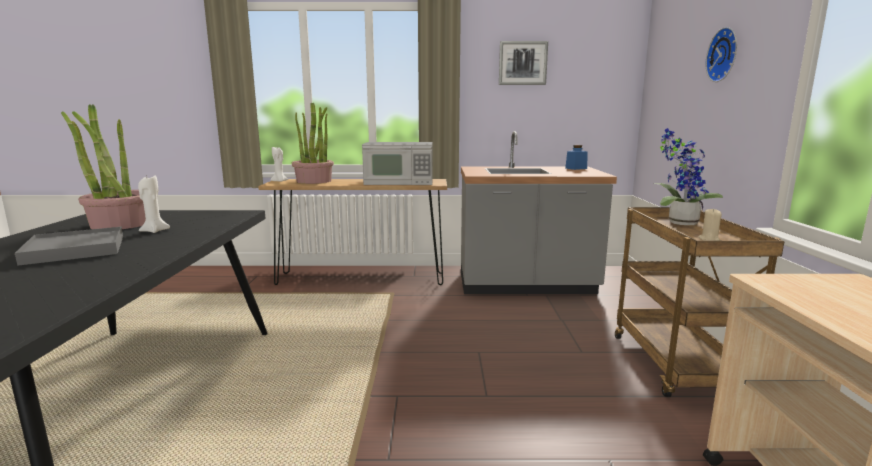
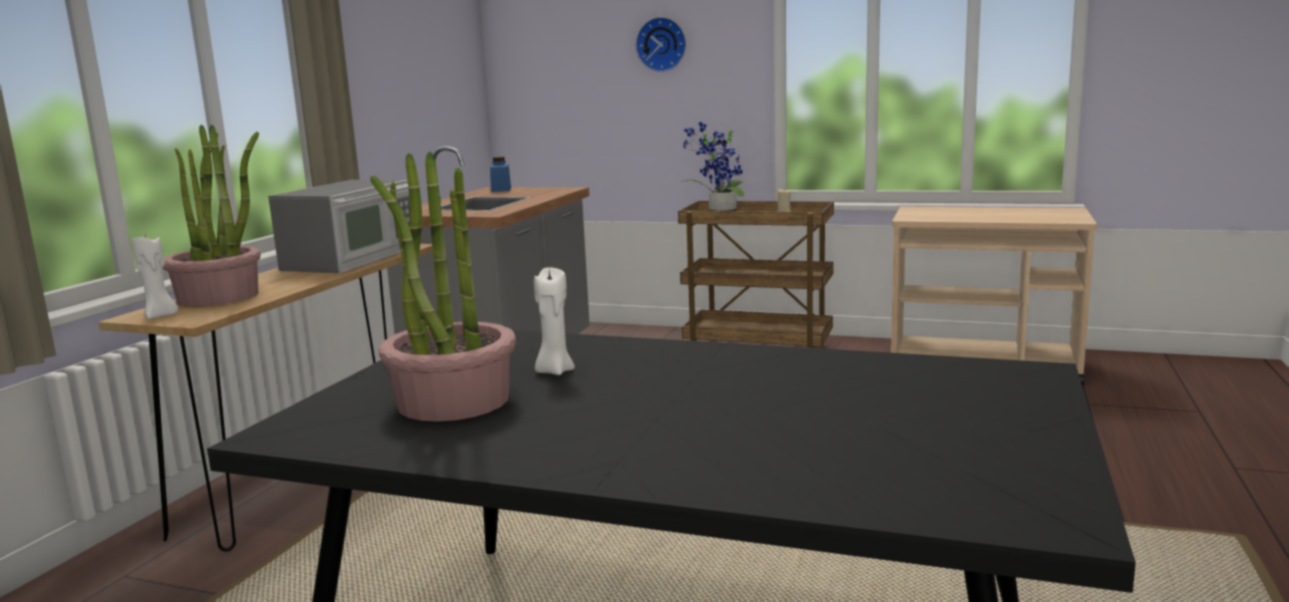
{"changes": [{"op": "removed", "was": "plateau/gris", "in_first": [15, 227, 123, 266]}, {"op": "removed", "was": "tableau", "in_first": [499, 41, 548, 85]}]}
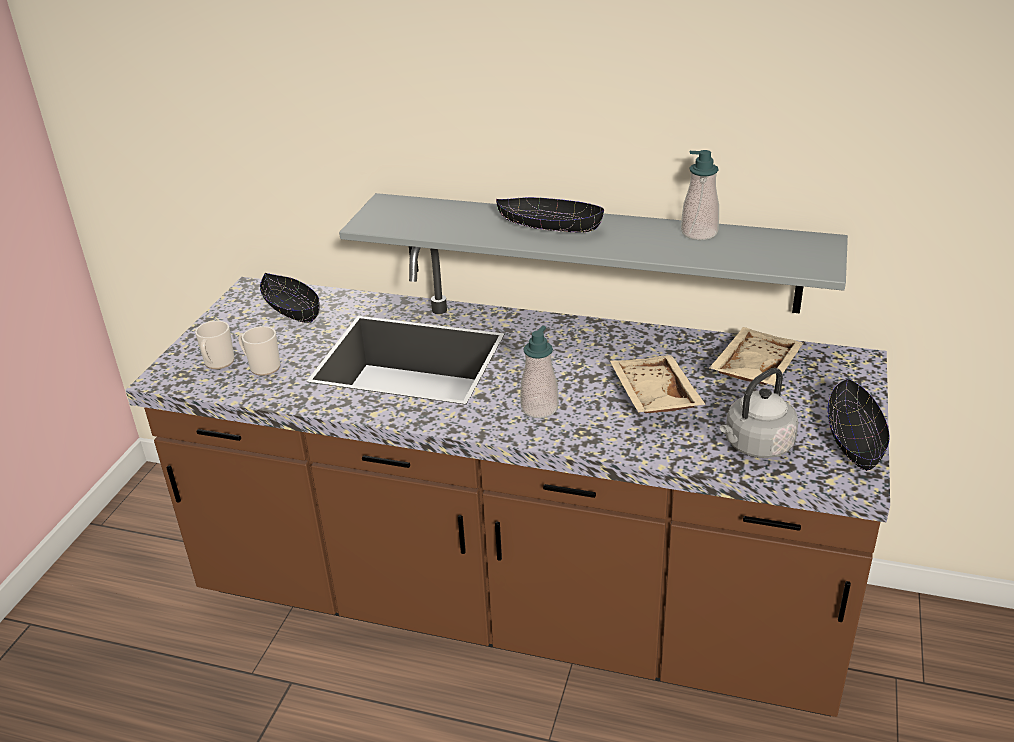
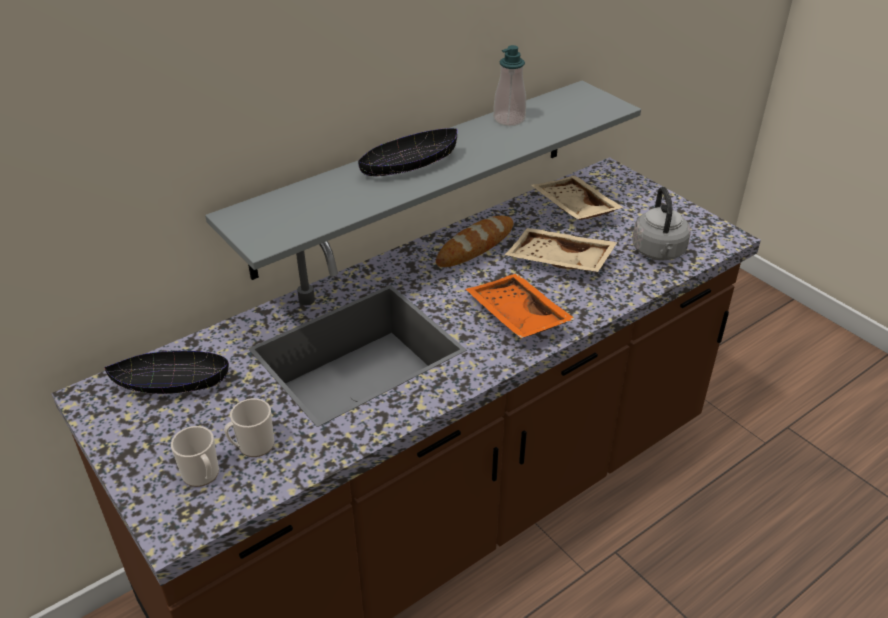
{"changes": [{"op": "removed", "was": "bol/noir", "in_first": [828, 378, 890, 471]}, {"op": "added", "now": "pain", "in_second": [436, 216, 513, 267]}, {"op": "replaced", "was": "distributeur de savon", "now": "plateau/orange", "in_first": [520, 326, 559, 418], "in_second": [466, 273, 575, 338]}]}
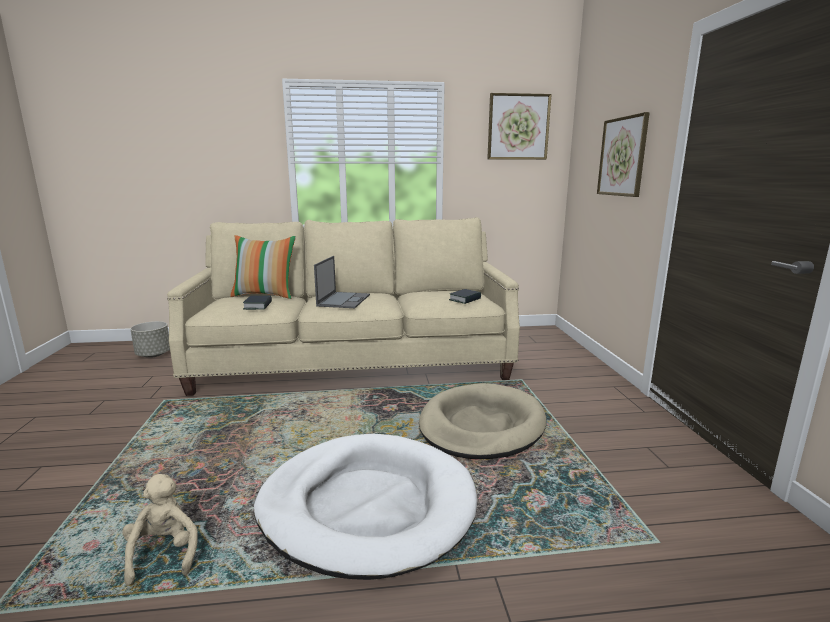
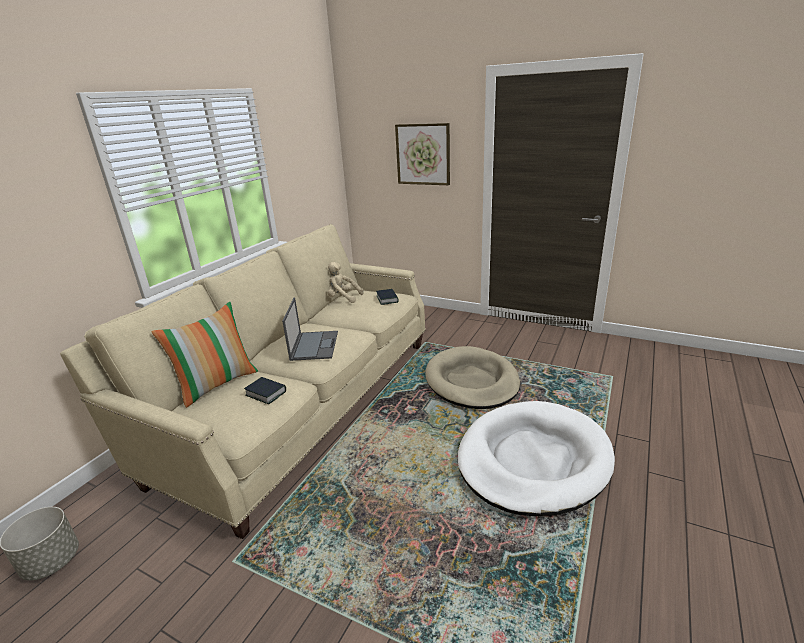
{"changes": [{"op": "removed", "was": "tableau", "in_first": [487, 93, 552, 160]}, {"op": "moved", "was": "peluche/beige", "in_first": [122, 474, 198, 586], "in_second": [327, 262, 364, 303]}, {"op": "turned", "was": "ordinateur portable", "in_first": [314, 256, 370, 308], "in_second": [282, 297, 338, 361], "clockwise": 45}]}
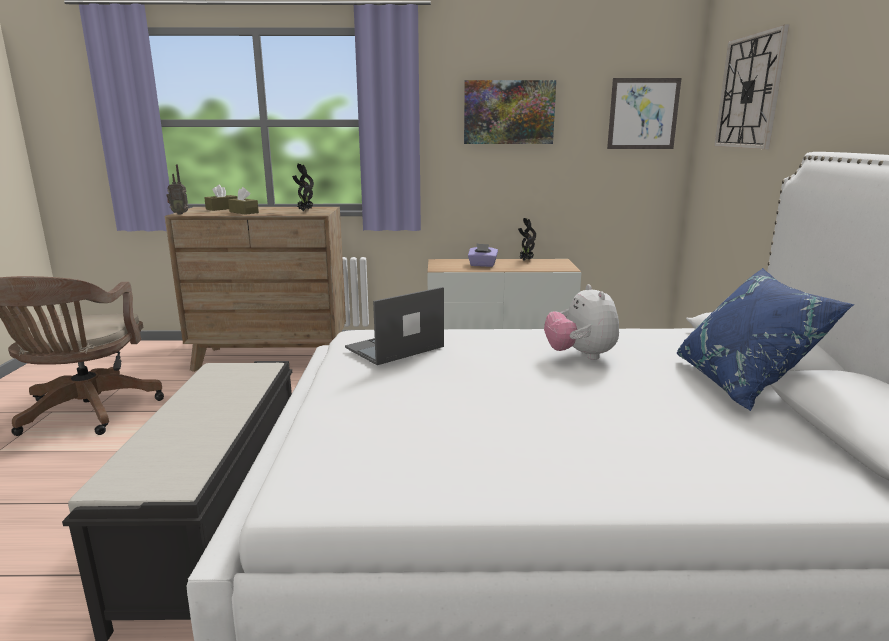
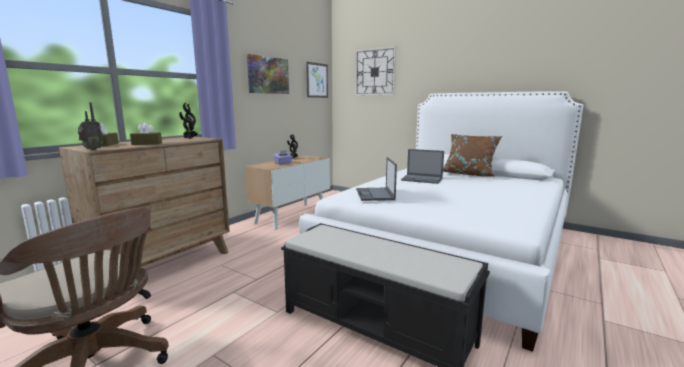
{"changes": [{"op": "replaced", "was": "peluche", "now": "ordinateur portable", "in_first": [544, 284, 619, 360], "in_second": [401, 149, 444, 184]}, {"op": "recoloured", "was": "coussin/bleu", "now": "coussin/marron", "in_first": [677, 268, 855, 411], "in_second": [443, 134, 502, 177]}]}
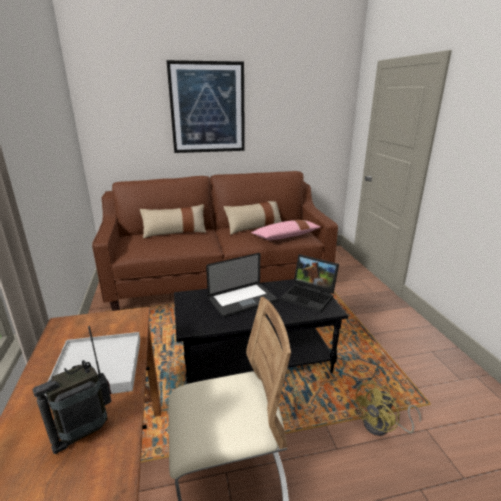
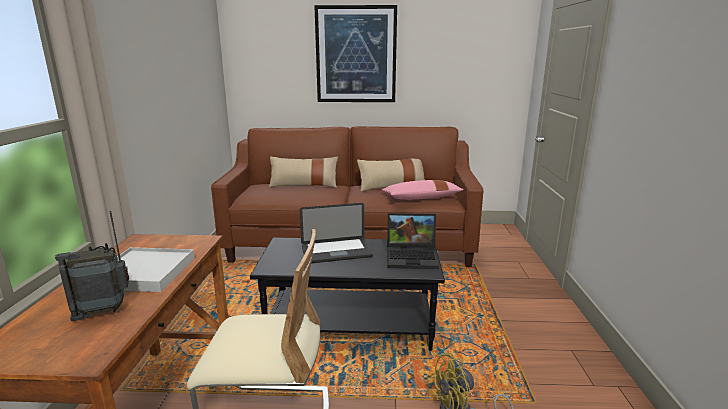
{"changes": [{"op": "turned", "was": "ordinateur portable", "in_first": [281, 254, 339, 313], "in_second": [387, 213, 439, 269], "clockwise": -45}]}
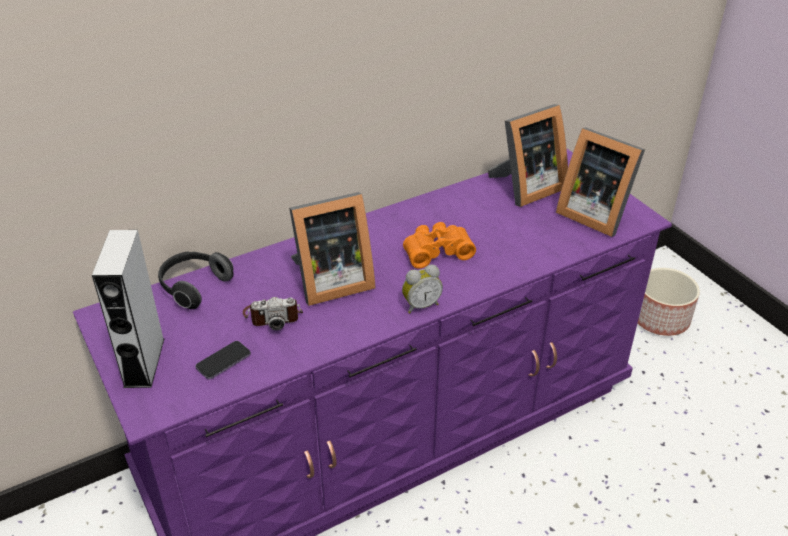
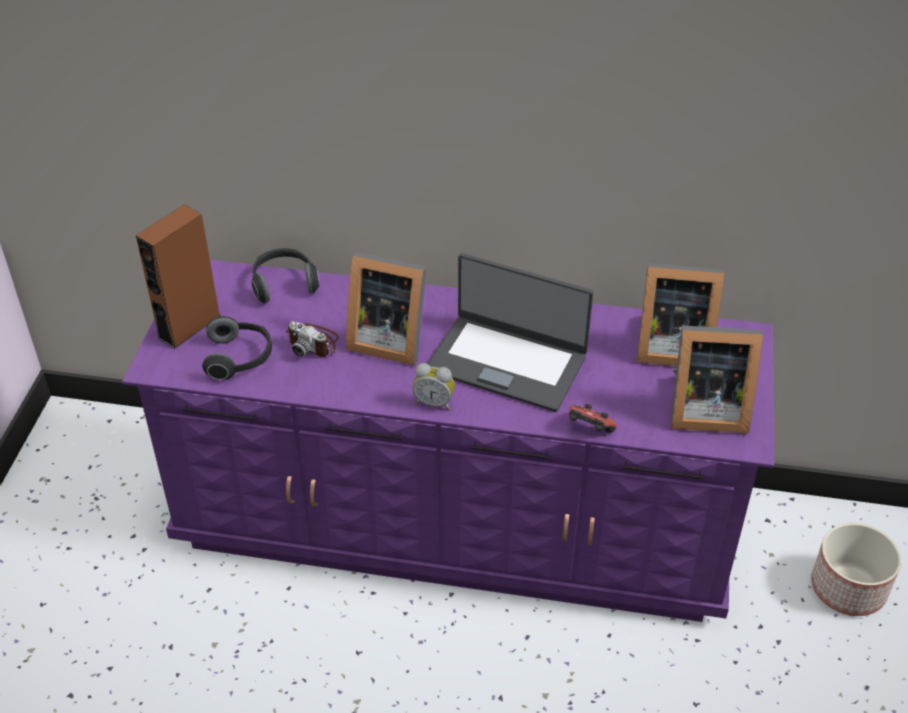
{"changes": [{"op": "added", "now": "manette", "in_second": [569, 404, 616, 433]}, {"op": "replaced", "was": "téléphone", "now": "casque audio", "in_first": [195, 341, 251, 380], "in_second": [202, 316, 272, 380]}, {"op": "replaced", "was": "jumelles/orange", "now": "ordinateur portable", "in_first": [403, 222, 476, 269], "in_second": [427, 253, 594, 412]}, {"op": "recoloured", "was": "enceinte/gris", "now": "enceinte/marron", "in_first": [92, 230, 165, 388], "in_second": [136, 204, 221, 349]}, {"op": "turned", "was": "cadre photo", "in_first": [556, 127, 645, 237], "in_second": [670, 326, 763, 433], "clockwise": -75}]}
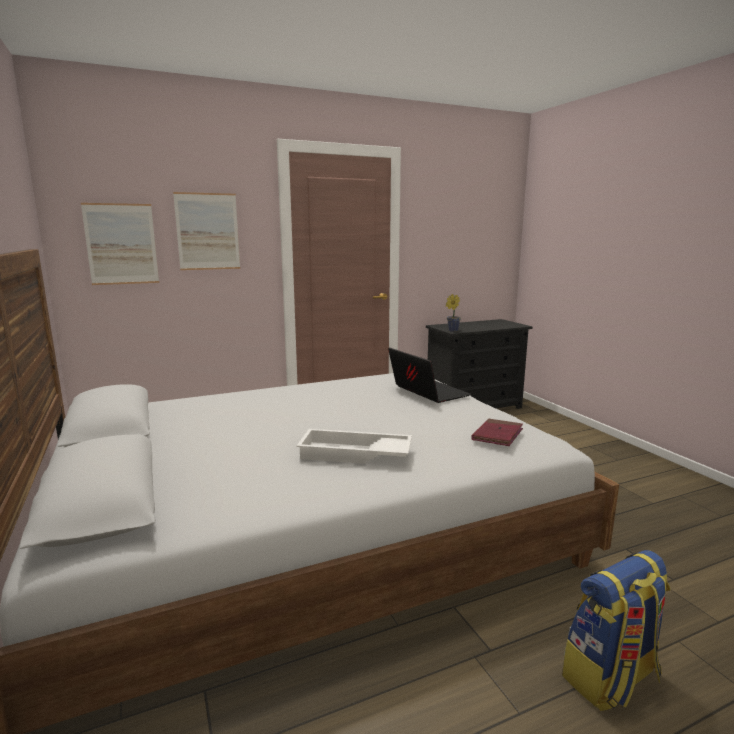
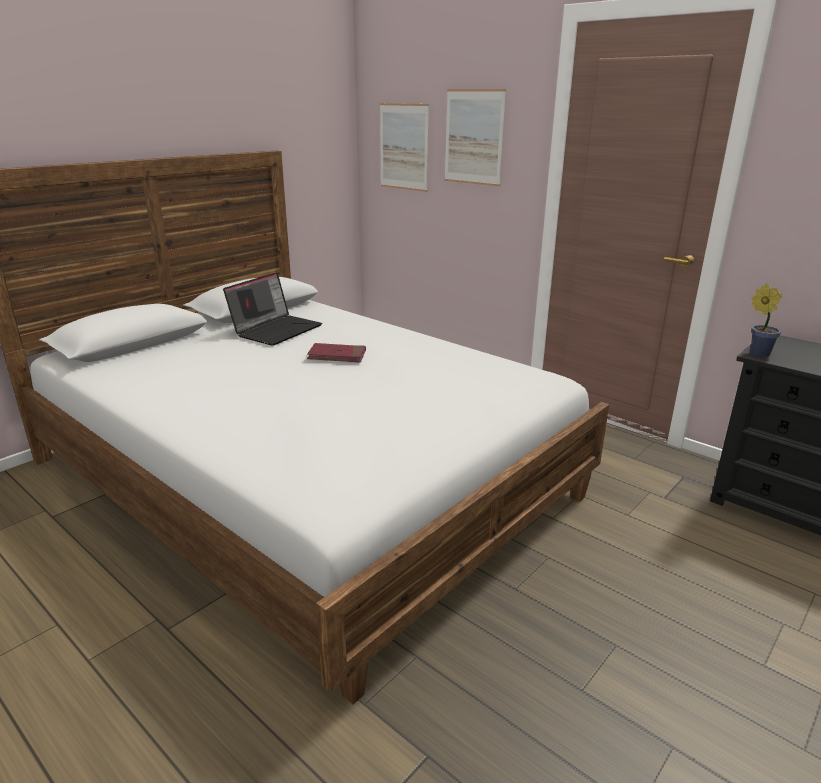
{"changes": [{"op": "removed", "was": "plateau/blanc", "in_first": [297, 429, 412, 464]}, {"op": "removed", "was": "sac à dos", "in_first": [562, 550, 670, 711]}, {"op": "moved", "was": "ordinateur portable", "in_first": [388, 347, 470, 403], "in_second": [223, 272, 322, 346]}, {"op": "moved", "was": "livre/rouge", "in_first": [471, 419, 523, 446], "in_second": [307, 343, 366, 363]}]}
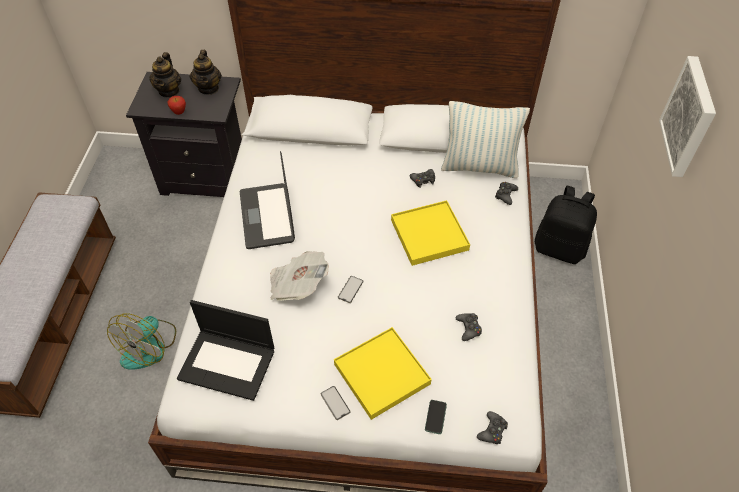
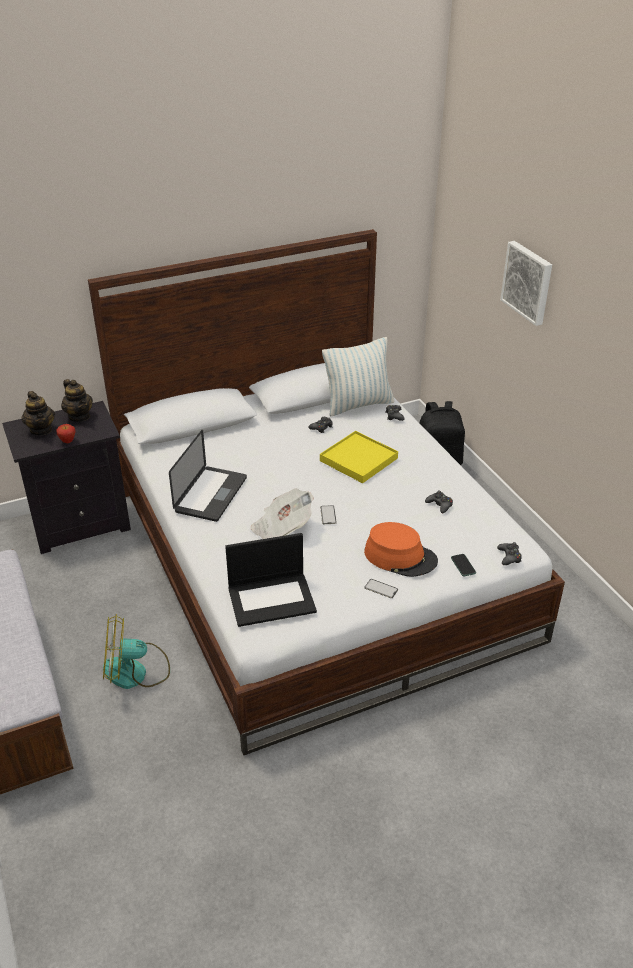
{"changes": [{"op": "replaced", "was": "plateau/jaune", "now": "chapeau/orange", "in_first": [334, 327, 432, 420], "in_second": [364, 522, 438, 577]}, {"op": "turned", "was": "ventilateur", "in_first": [107, 313, 176, 370], "in_second": [103, 614, 170, 689], "clockwise": 90}, {"op": "turned", "was": "ordinateur portable", "in_first": [240, 151, 295, 249], "in_second": [169, 430, 247, 522], "clockwise": -120}]}
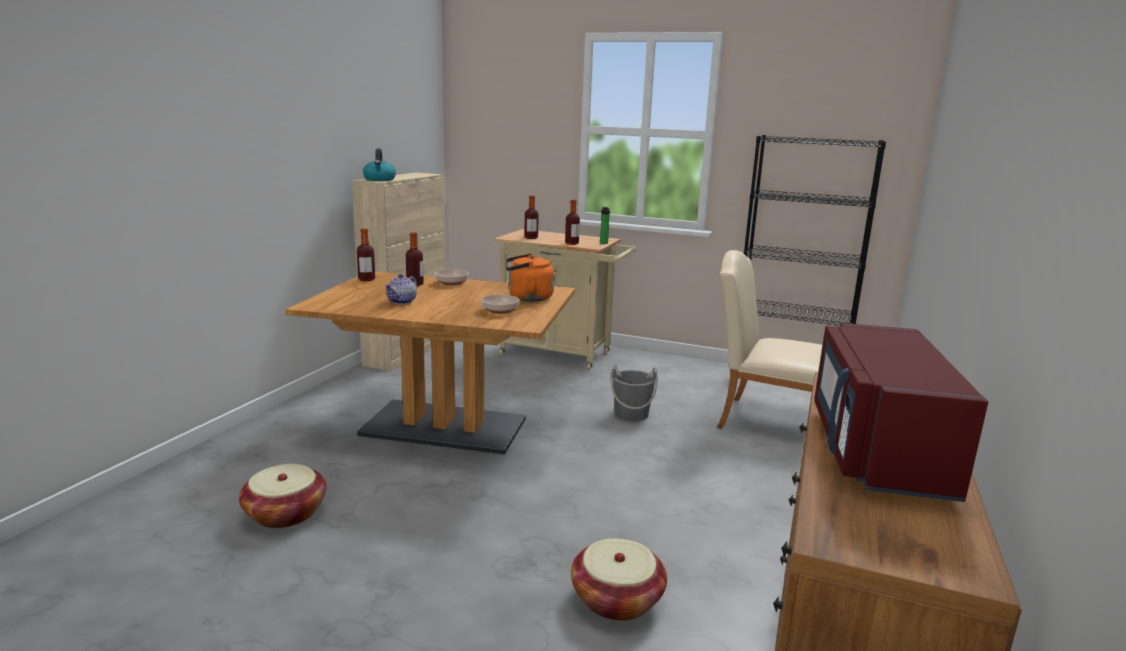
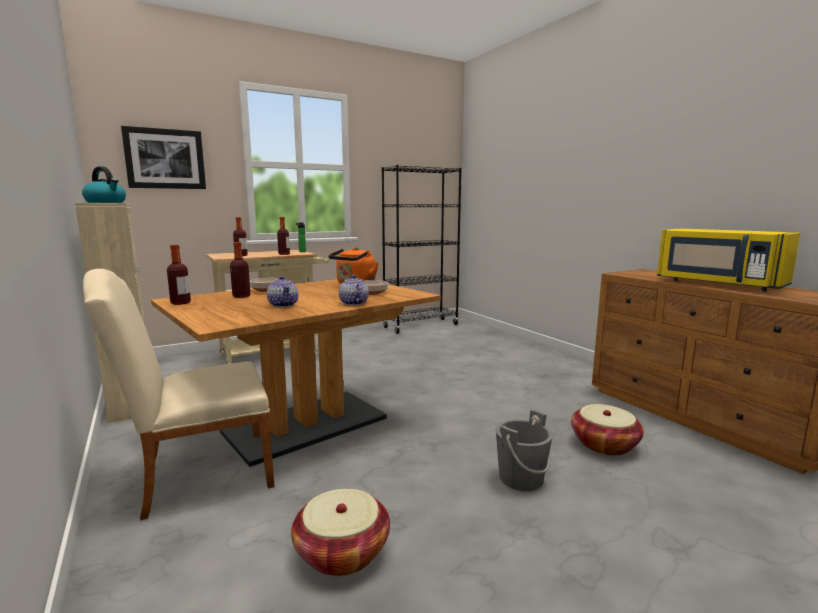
{"changes": [{"op": "added", "now": "tableau", "in_second": [121, 126, 206, 189]}, {"op": "added", "now": "théière", "in_second": [339, 275, 369, 305]}, {"op": "moved", "was": "seau/gris", "in_first": [610, 365, 658, 421], "in_second": [496, 409, 553, 491]}, {"op": "moved", "was": "chaise/beige", "in_first": [717, 250, 822, 429], "in_second": [83, 269, 275, 520]}, {"op": "recoloured", "was": "micro-ondes/rouge", "now": "micro-ondes/jaune", "in_first": [814, 323, 988, 502], "in_second": [657, 229, 800, 291]}]}
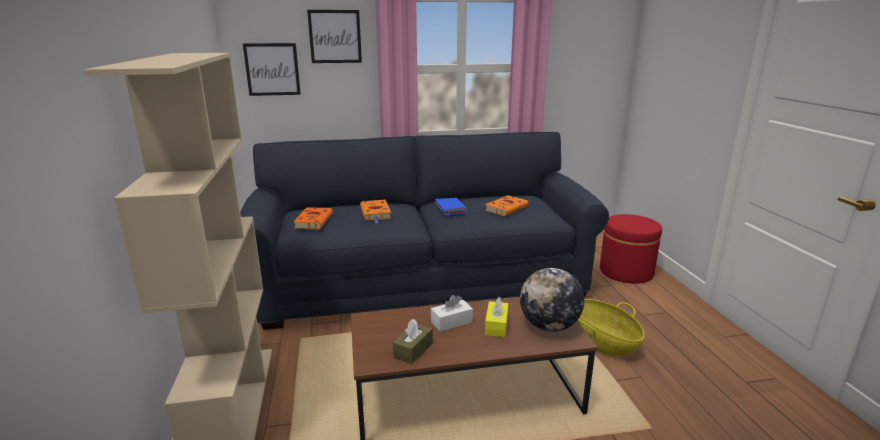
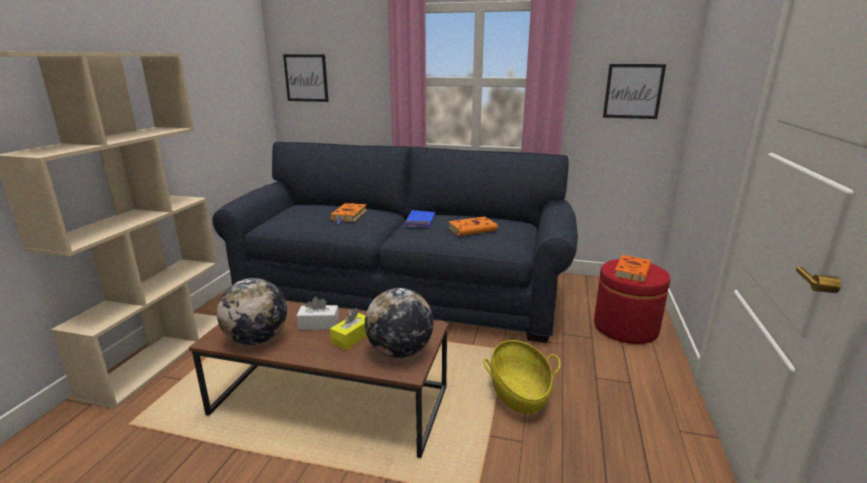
{"changes": [{"op": "moved", "was": "livre/orange", "in_first": [293, 207, 333, 229], "in_second": [614, 255, 651, 282]}, {"op": "moved", "was": "tableau", "in_first": [307, 10, 362, 63], "in_second": [603, 64, 666, 119]}, {"op": "replaced", "was": "boîte à mouchoirs/marron", "now": "globe", "in_first": [393, 319, 433, 364], "in_second": [217, 278, 287, 345]}]}
